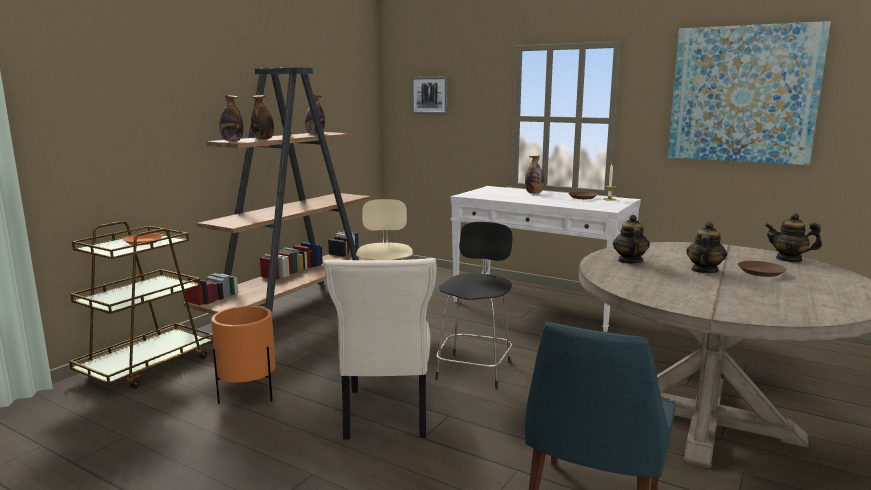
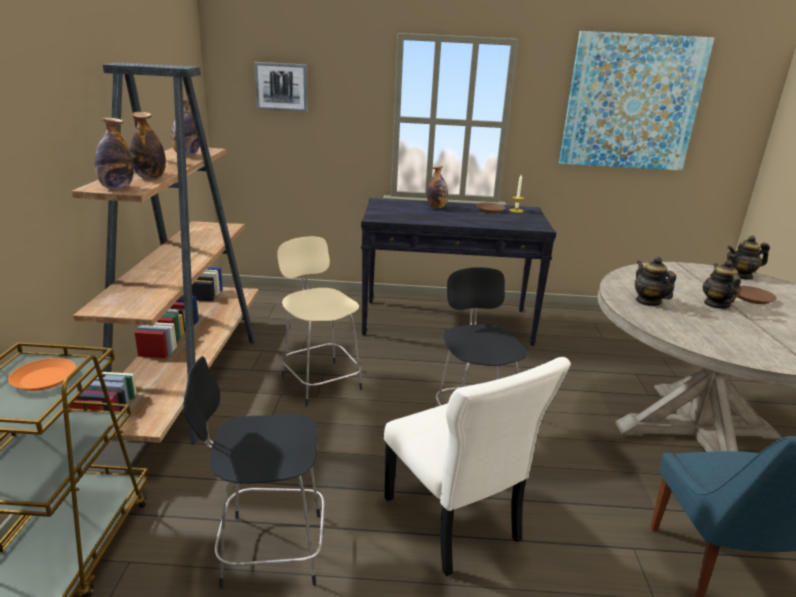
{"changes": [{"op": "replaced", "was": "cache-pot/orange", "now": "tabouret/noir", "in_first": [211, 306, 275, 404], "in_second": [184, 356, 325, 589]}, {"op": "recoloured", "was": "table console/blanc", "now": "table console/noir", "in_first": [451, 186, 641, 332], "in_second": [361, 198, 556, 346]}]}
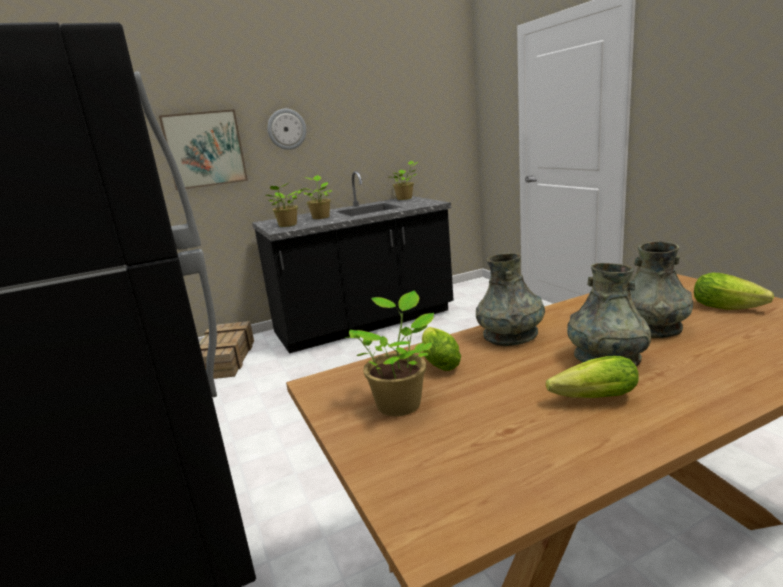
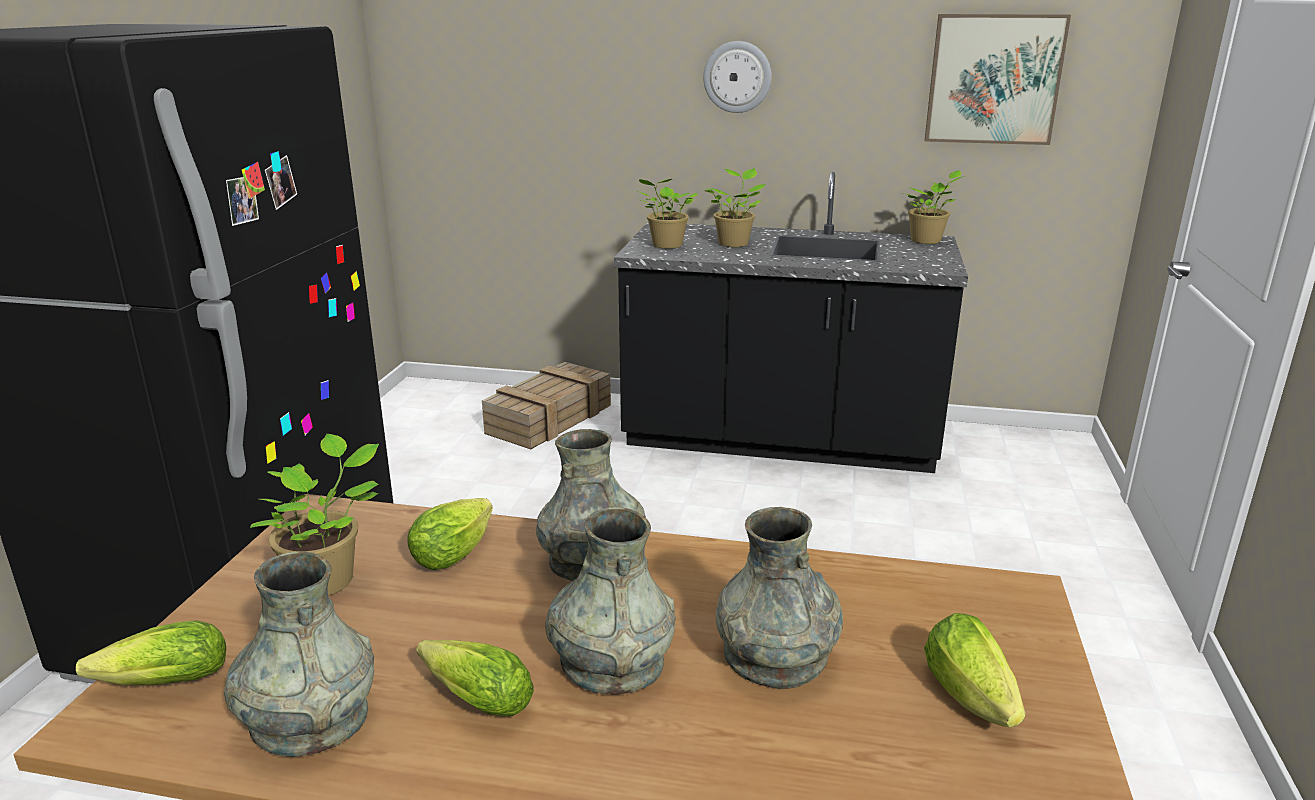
{"changes": [{"op": "added", "now": "laitue", "in_second": [76, 620, 226, 685]}, {"op": "added", "now": "vase/gris", "in_second": [224, 551, 374, 757]}, {"op": "moved", "was": "tableau", "in_first": [159, 109, 248, 190], "in_second": [925, 14, 1071, 145]}]}
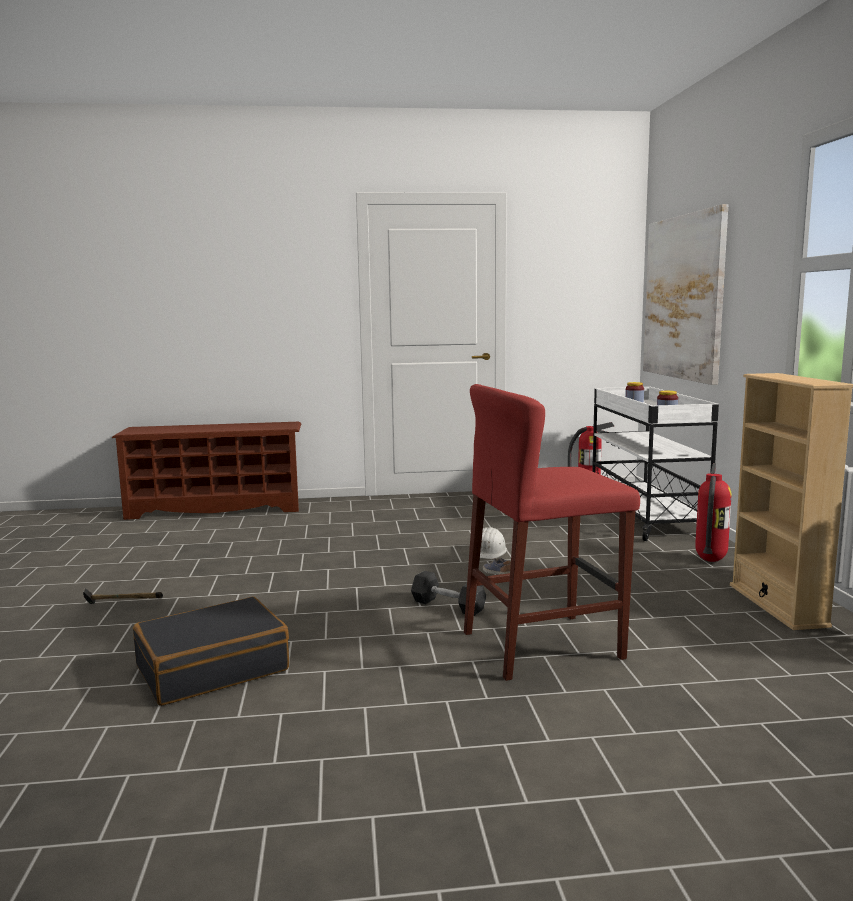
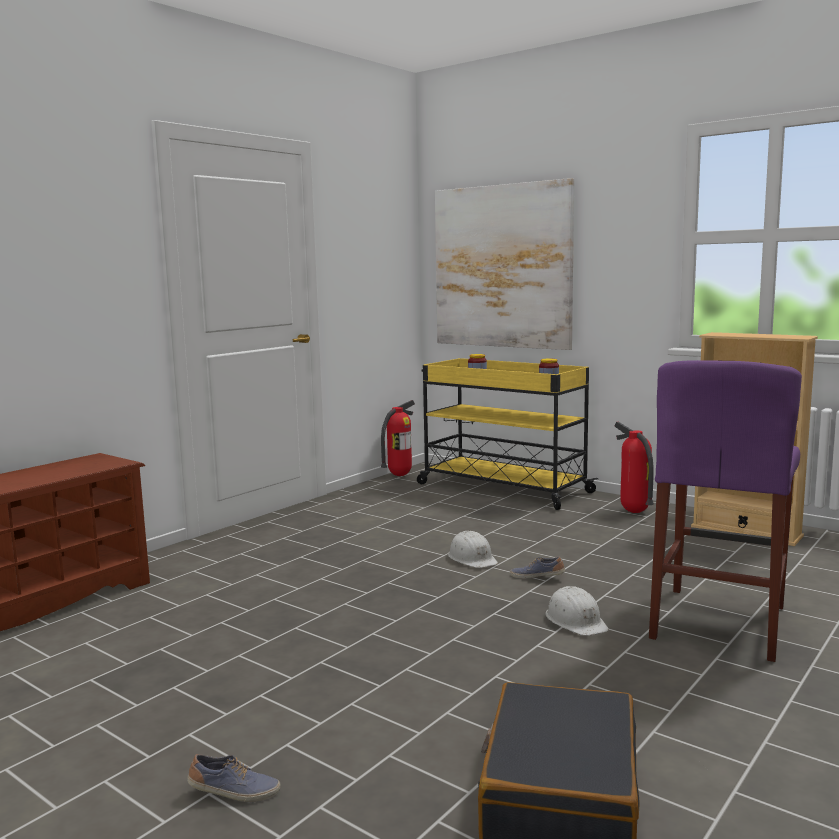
{"changes": [{"op": "replaced", "was": "marteau", "now": "chaussure", "in_first": [83, 588, 163, 604], "in_second": [187, 754, 280, 802]}, {"op": "replaced", "was": "haltère/gris", "now": "casque de chantier/blanc", "in_first": [411, 571, 486, 616], "in_second": [545, 586, 609, 636]}, {"op": "recoloured", "was": "tabouret/rouge", "now": "tabouret/violet", "in_first": [464, 384, 640, 681], "in_second": [649, 360, 802, 662]}, {"op": "recoloured", "was": "chariot/blanc", "now": "chariot/jaune", "in_first": [592, 387, 719, 541], "in_second": [417, 358, 598, 510]}]}
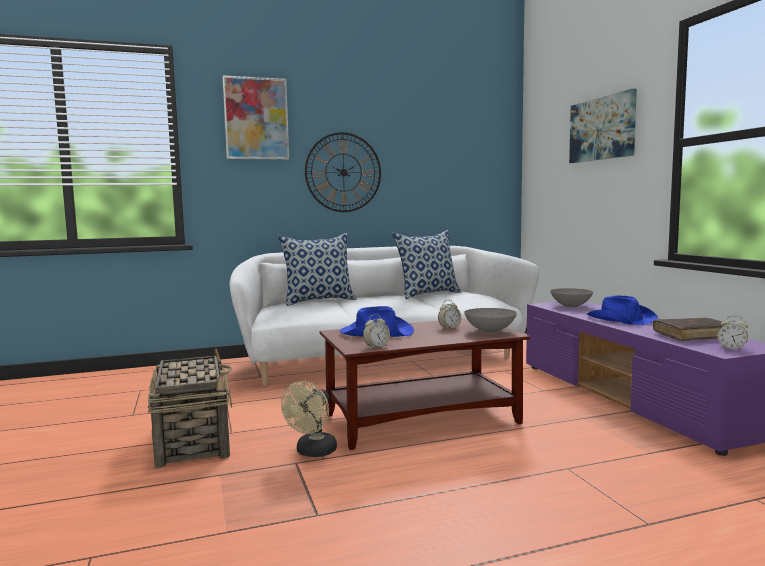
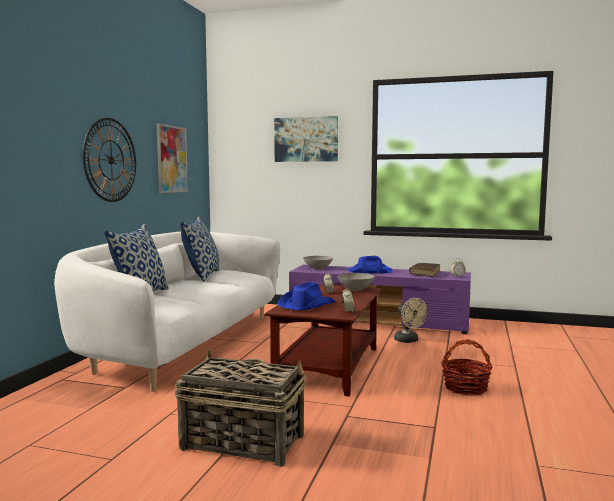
{"changes": [{"op": "added", "now": "panier", "in_second": [441, 339, 492, 396]}, {"op": "moved", "was": "tableau", "in_first": [222, 75, 289, 160], "in_second": [157, 124, 188, 193]}, {"op": "moved", "was": "ventilateur/beige", "in_first": [281, 381, 337, 457], "in_second": [394, 298, 427, 343]}]}
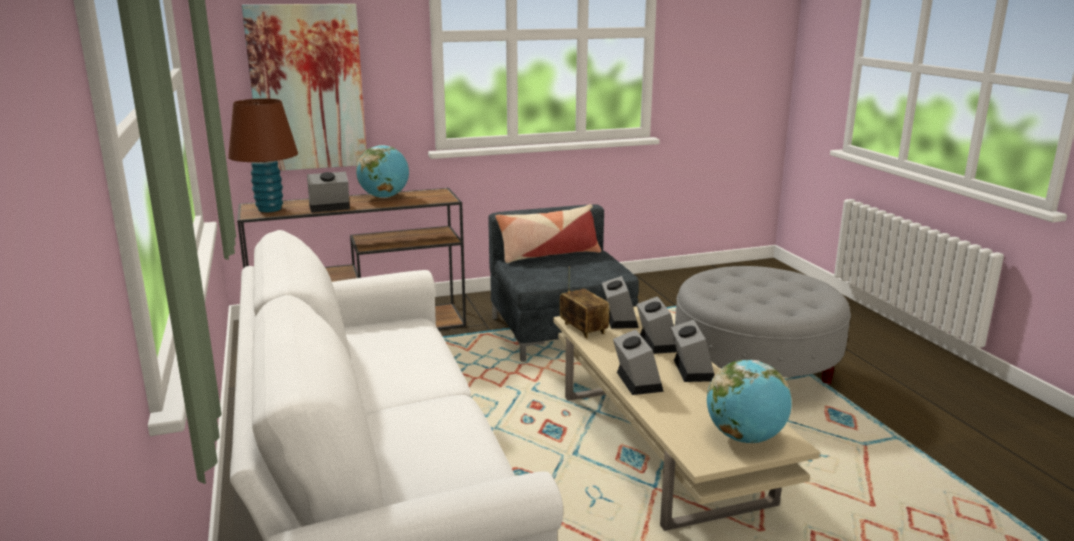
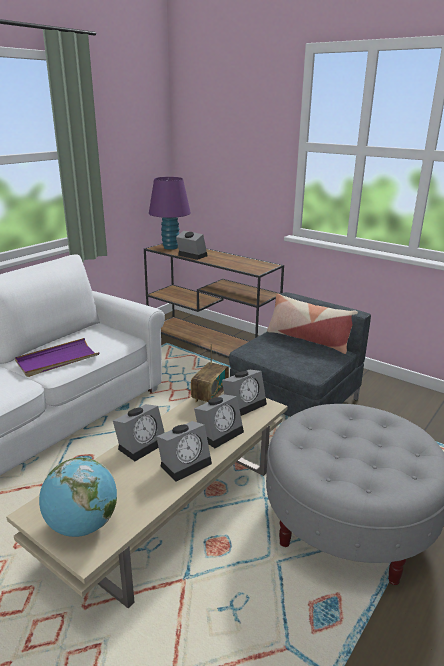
{"changes": [{"op": "removed", "was": "tableau", "in_first": [242, 4, 367, 171]}, {"op": "removed", "was": "globe", "in_first": [356, 145, 409, 198]}, {"op": "added", "now": "plateau/violet", "in_second": [15, 338, 100, 377]}, {"op": "recoloured", "was": "lampe de table/marron", "now": "lampe de table/violet", "in_first": [228, 99, 298, 212], "in_second": [149, 177, 191, 250]}]}
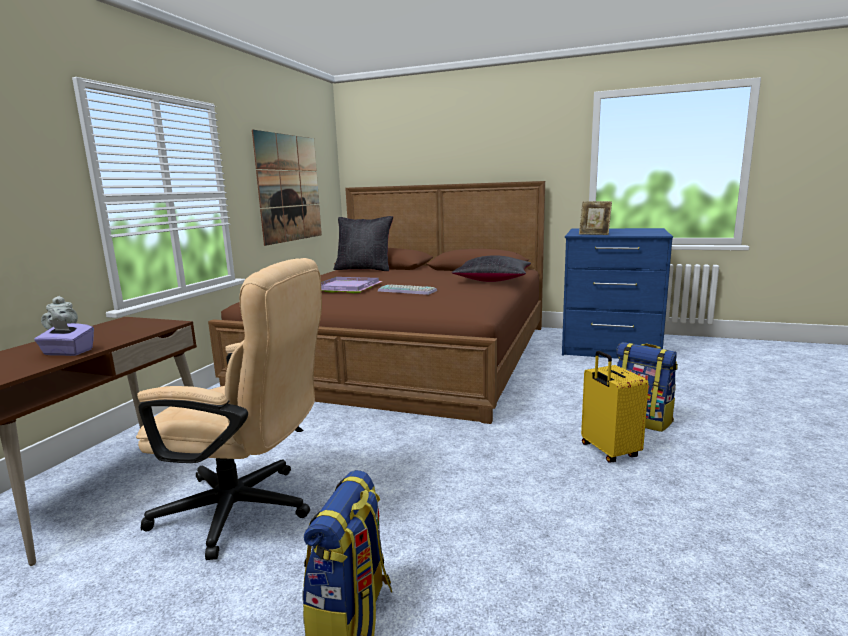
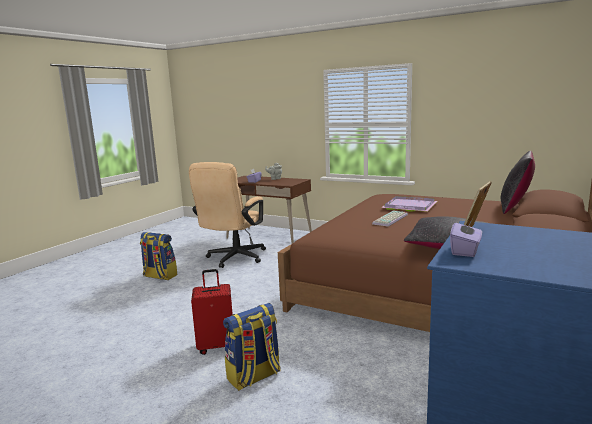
{"changes": [{"op": "removed", "was": "tableau", "in_first": [252, 130, 322, 246]}, {"op": "added", "now": "boîte à mouchoirs/violet", "in_second": [450, 217, 482, 257]}, {"op": "recoloured", "was": "valise/jaune", "now": "valise/rouge", "in_first": [581, 351, 649, 462], "in_second": [191, 269, 233, 355]}]}
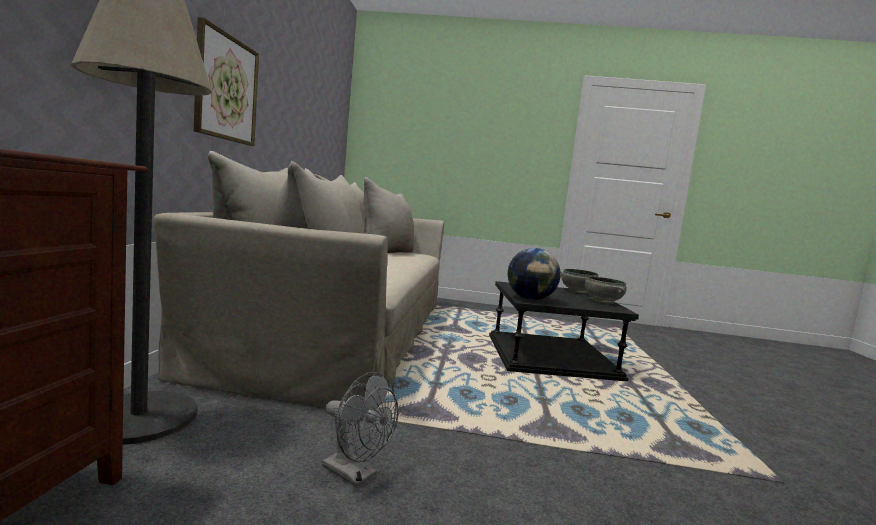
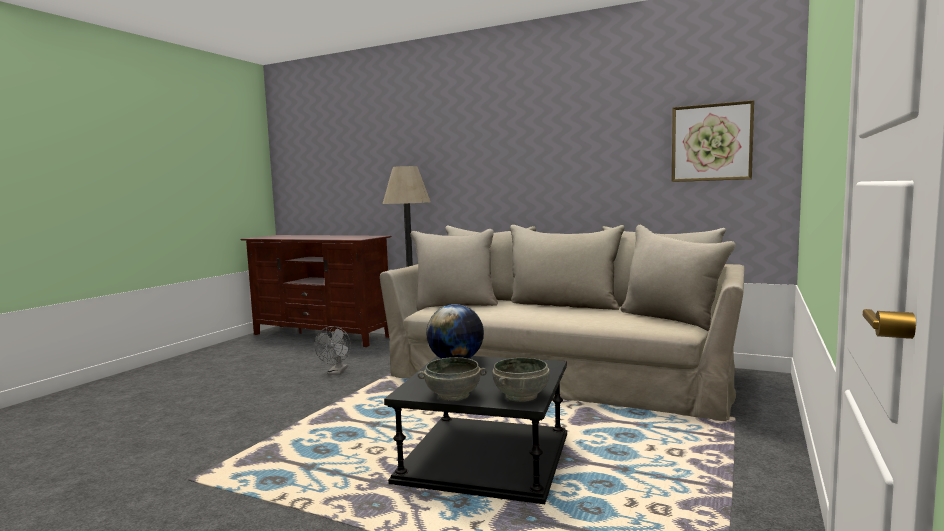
{"changes": [{"op": "moved", "was": "tableau", "in_first": [193, 17, 259, 146], "in_second": [672, 100, 754, 182]}, {"op": "turned", "was": "ventilateur/gris", "in_first": [322, 372, 399, 487], "in_second": [315, 326, 351, 375], "clockwise": -45}]}
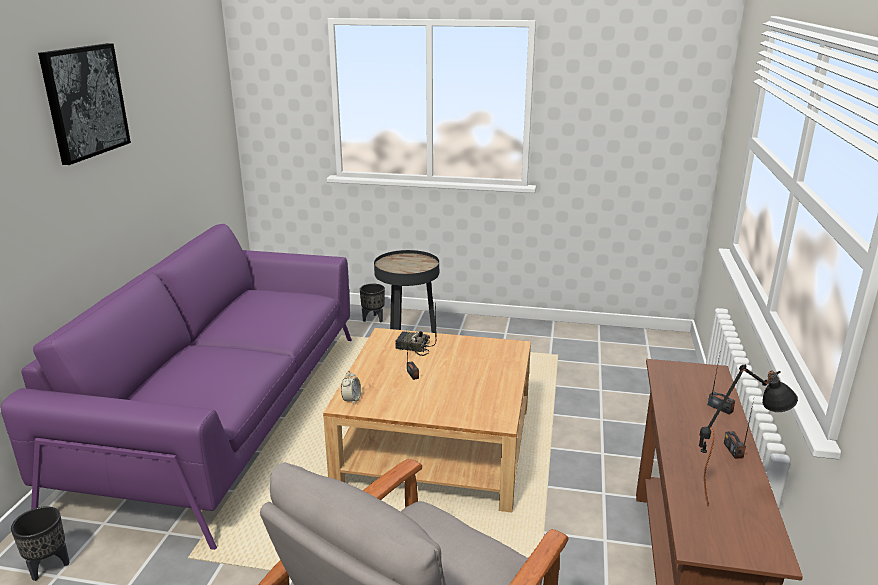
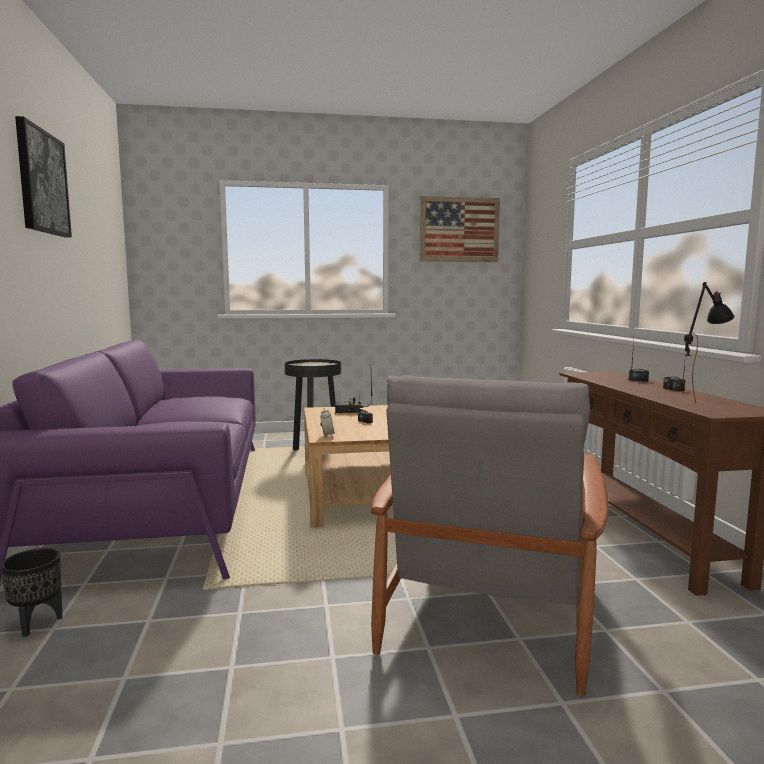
{"changes": [{"op": "removed", "was": "cache-pot/noir", "in_first": [360, 284, 385, 322]}, {"op": "added", "now": "tableau", "in_second": [420, 196, 500, 262]}]}
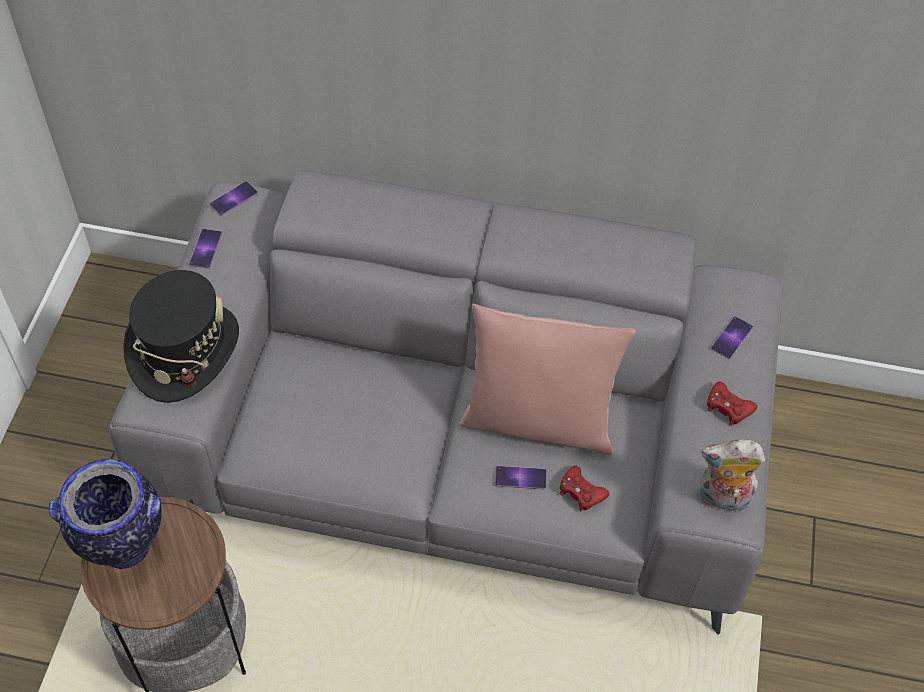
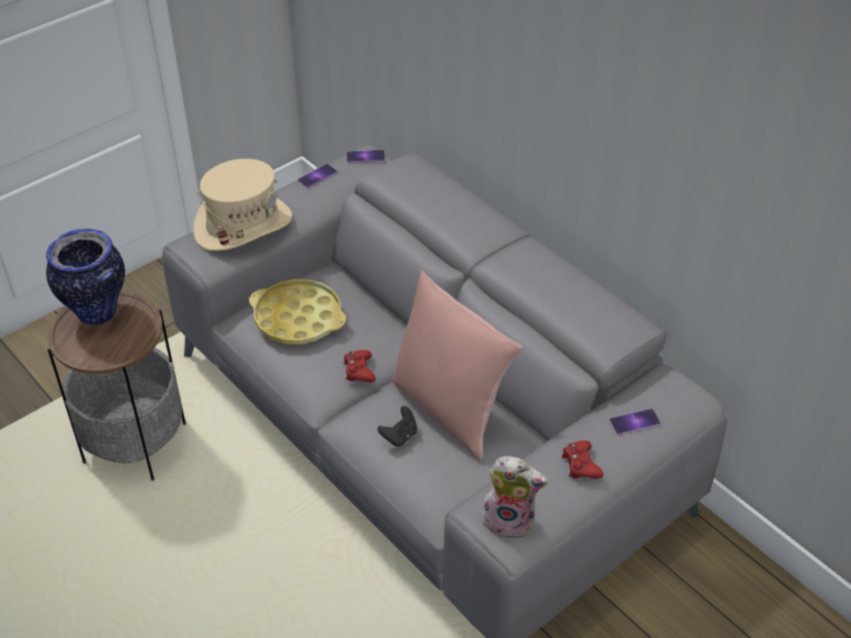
{"changes": [{"op": "added", "now": "plateau/jaune", "in_second": [249, 279, 346, 345]}, {"op": "moved", "was": "manette/rouge", "in_first": [560, 465, 609, 511], "in_second": [344, 350, 376, 382]}, {"op": "replaced", "was": "téléphone", "now": "manette/noir", "in_first": [495, 466, 546, 490], "in_second": [377, 406, 417, 447]}, {"op": "recoloured", "was": "chapeau/noir", "now": "chapeau/beige", "in_first": [123, 270, 239, 403], "in_second": [193, 159, 292, 251]}, {"op": "turned", "was": "peluche", "in_first": [698, 439, 765, 513], "in_second": [482, 456, 548, 539], "clockwise": 150}]}
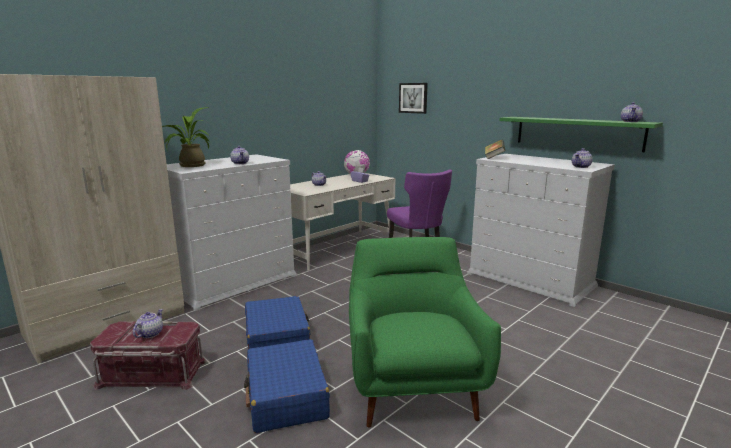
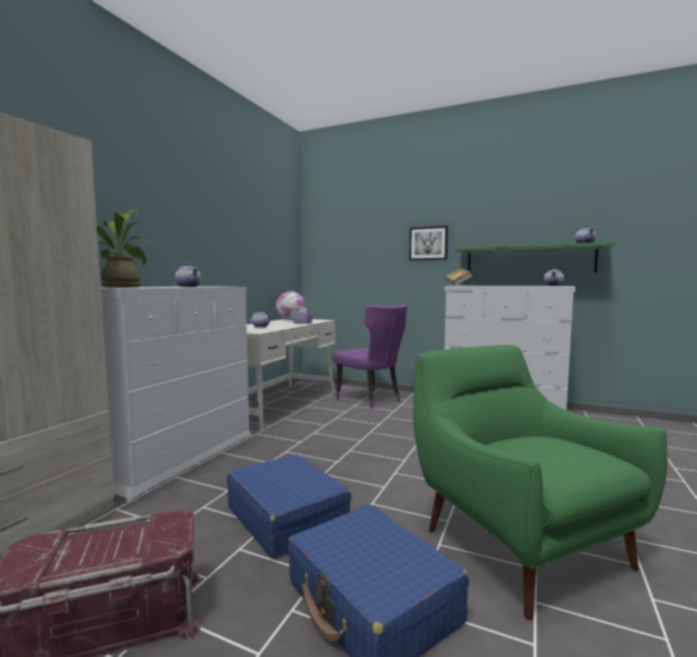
{"changes": [{"op": "removed", "was": "théière", "in_first": [133, 309, 163, 338]}, {"op": "moved", "was": "tableau", "in_first": [399, 83, 428, 114], "in_second": [409, 226, 448, 261]}]}
